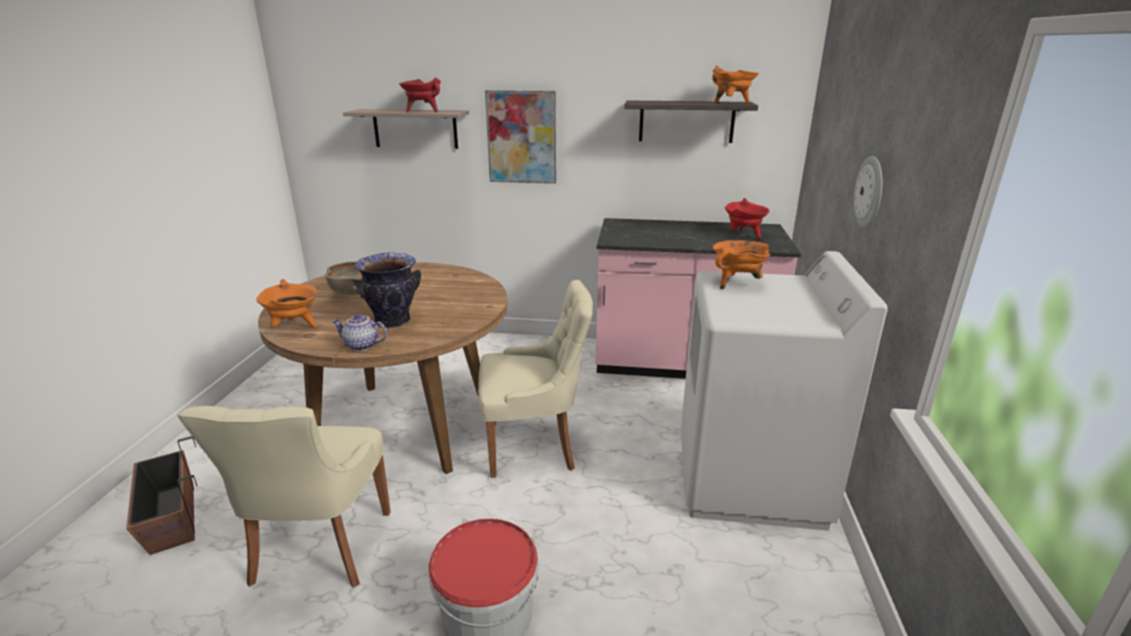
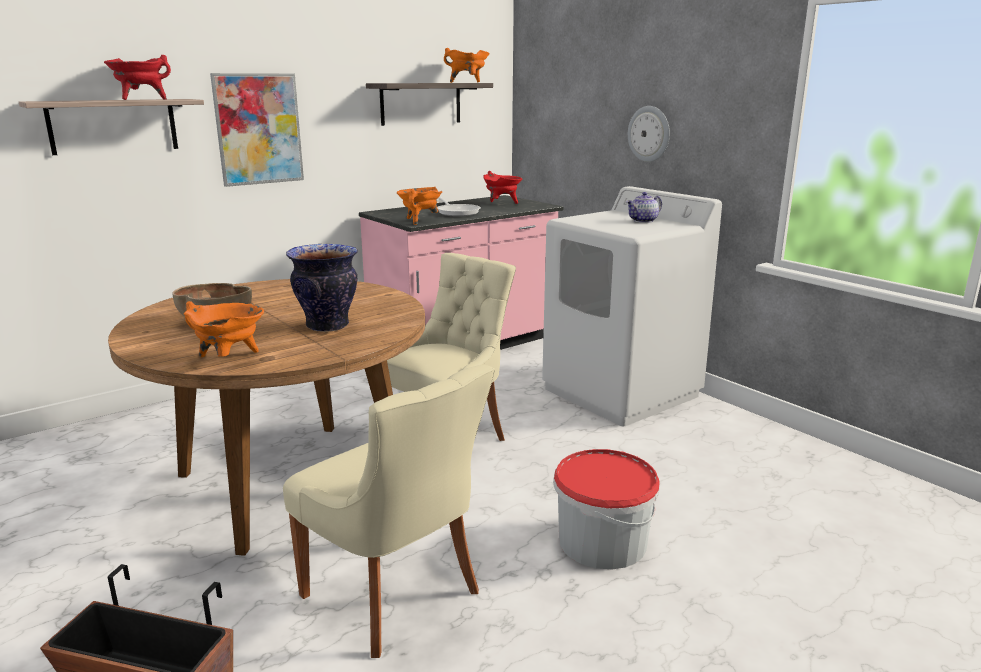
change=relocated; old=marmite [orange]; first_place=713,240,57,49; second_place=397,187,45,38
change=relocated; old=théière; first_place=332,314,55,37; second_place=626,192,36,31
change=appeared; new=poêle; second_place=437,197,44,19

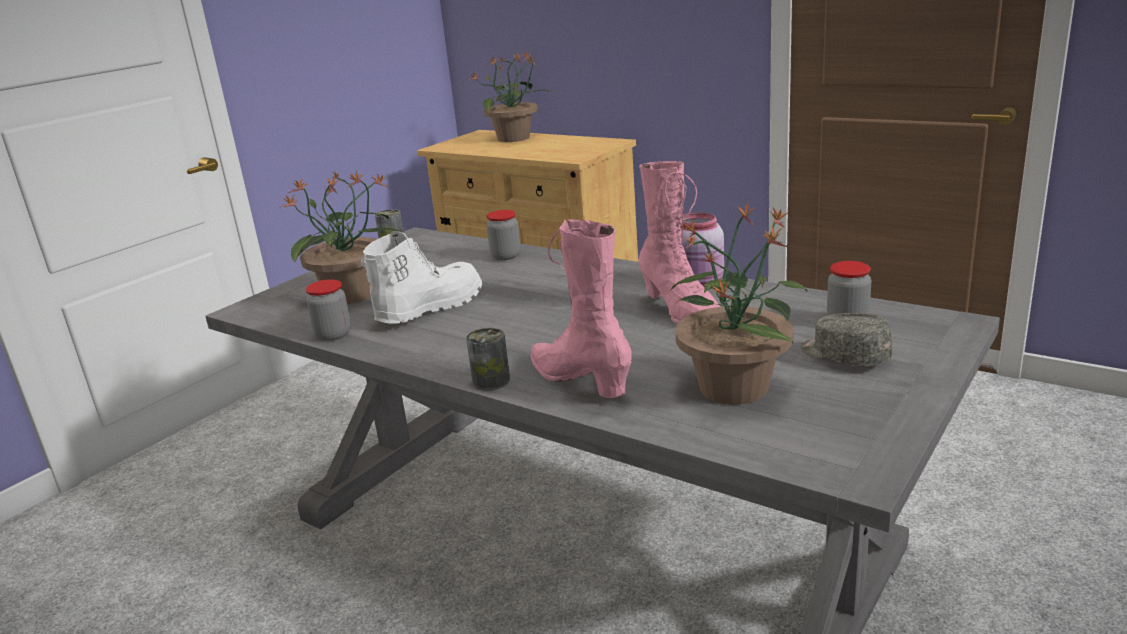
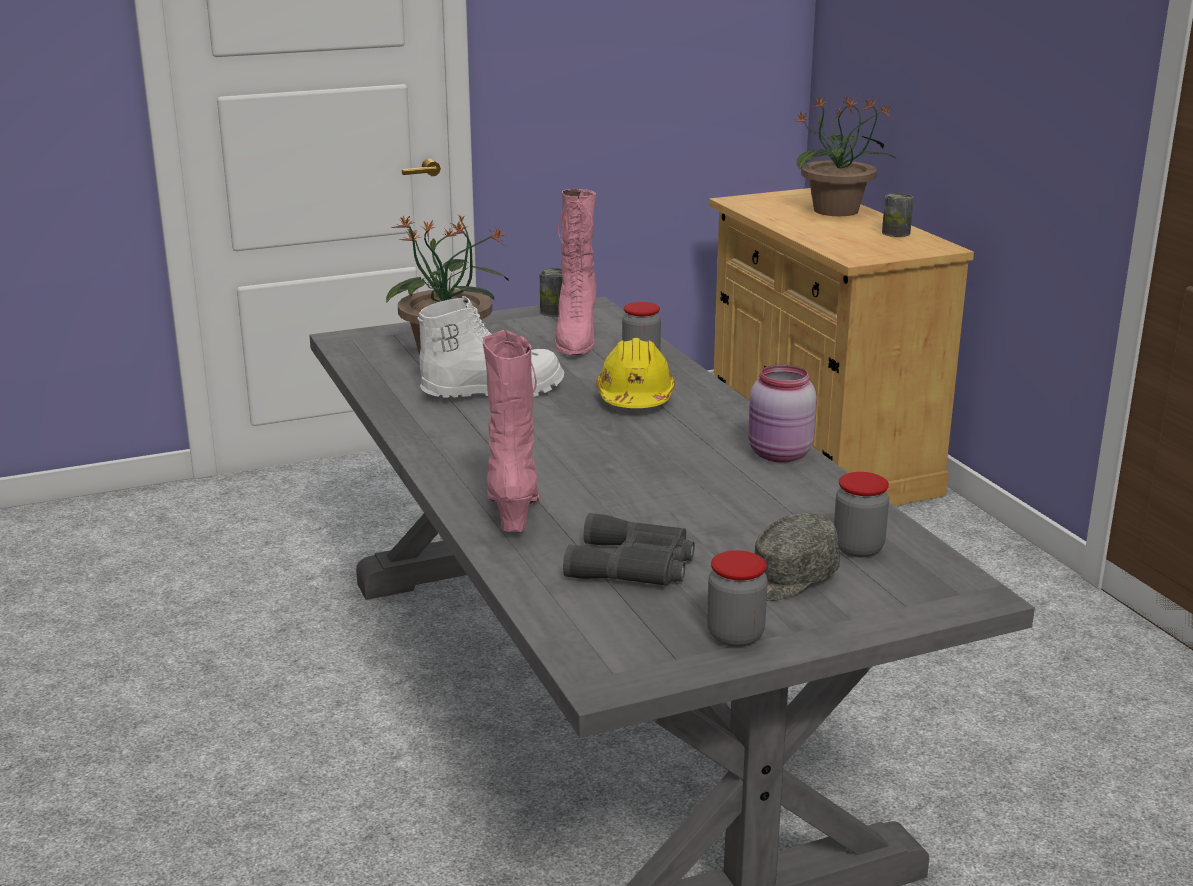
change=relocated; old=botte [rose]; first_place=638,161,82,163; second_place=555,189,41,166
change=exchanged; old=plante en pot; new=jumelles [gris]; first_place=671,201,136,204; second_place=563,513,132,73
change=relocated; old=bocal; first_place=305,279,46,62; second_place=707,550,61,97
change=spun; old=casquette [gris]; first_place=801,313,91,53; second_place=755,513,85,88; degrees=-120
change=relocated; old=boîte métallique; first_place=466,328,44,62; second_place=882,193,32,44
change=appeared; new=casque de chantier [jaune]; second_place=596,338,79,70

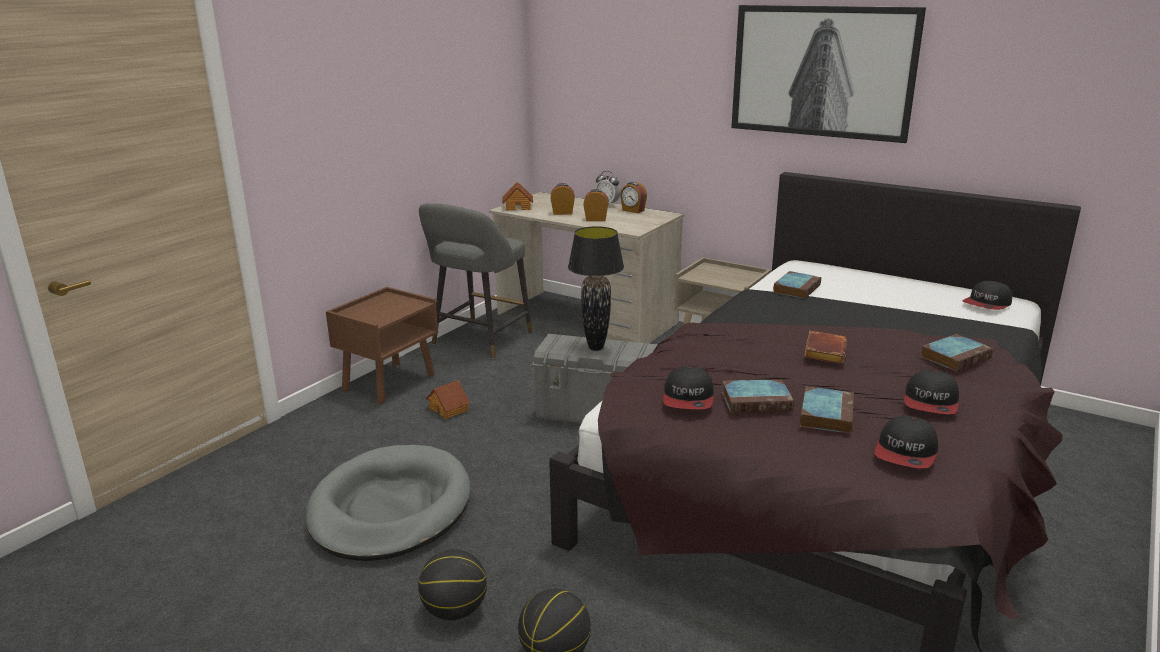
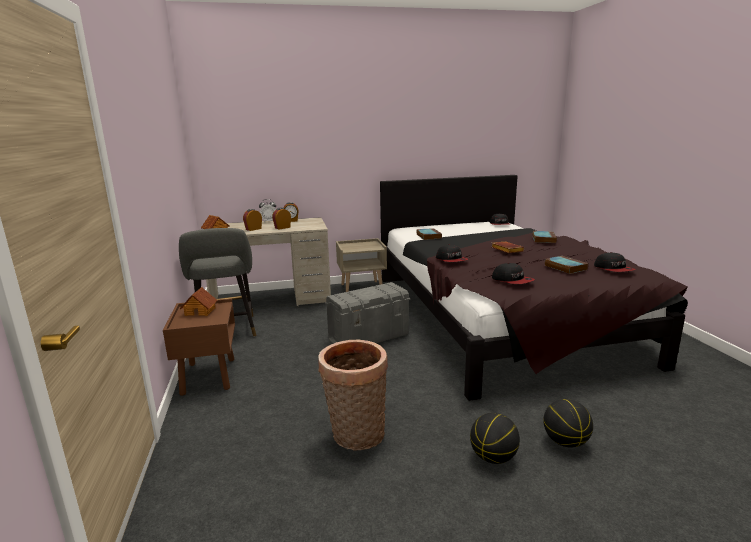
change=missing; old=tableau; first_place=731,5,195,138
change=missing; old=lampe de table [noir]; first_place=568,226,56,125
change=relocated; old=casquette; first_place=904,370,55,44; second_place=436,244,32,18
change=missing; old=livre; first_place=722,379,72,35
change=relocated; old=maison miniature; first_place=426,380,44,39; second_place=180,287,38,29
change=exchanged; old=panier pour chien [gris]; new=panier; first_place=306,445,165,116; second_place=318,340,70,110

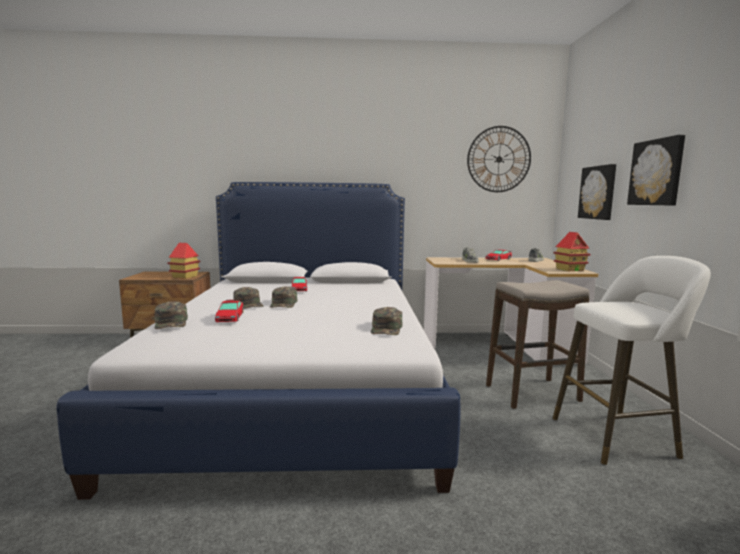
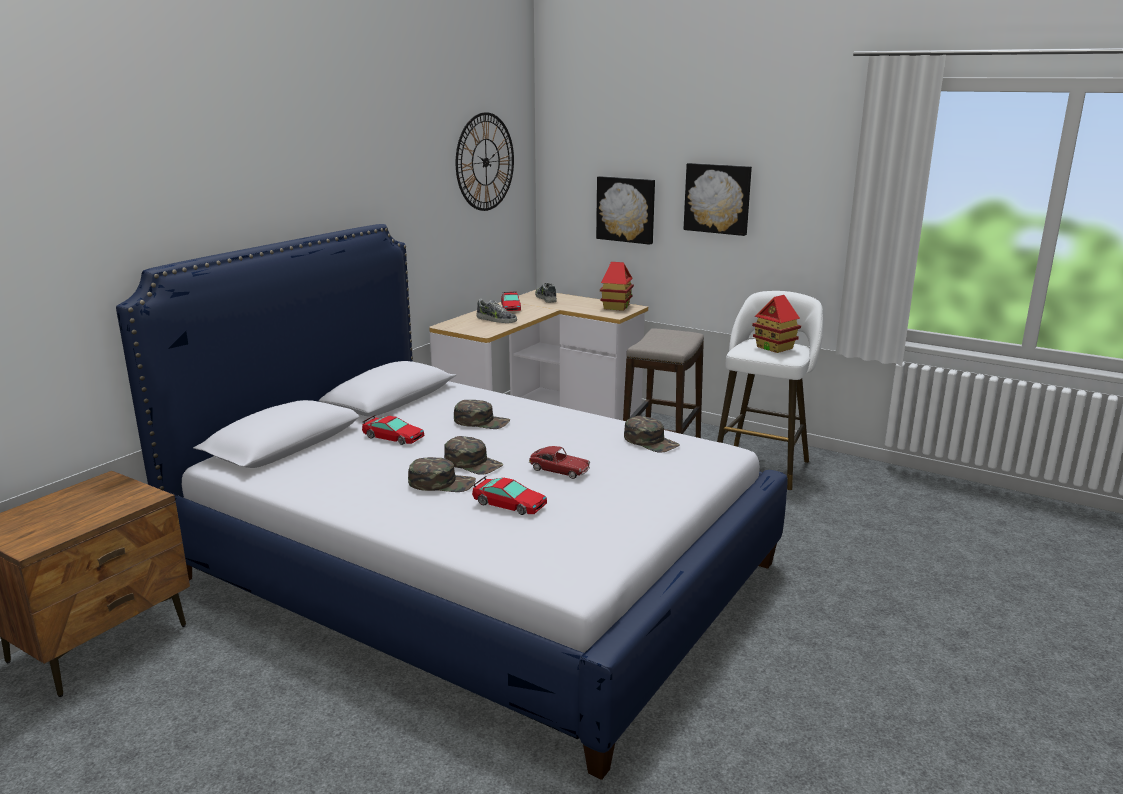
change=relocated; old=maison miniature; first_place=167,243,33,36; second_place=752,295,49,58
change=relocated; old=casquette [vert]; first_place=154,301,34,28; second_place=454,400,56,29
change=appeared; new=petite voiture; second_place=529,446,61,33

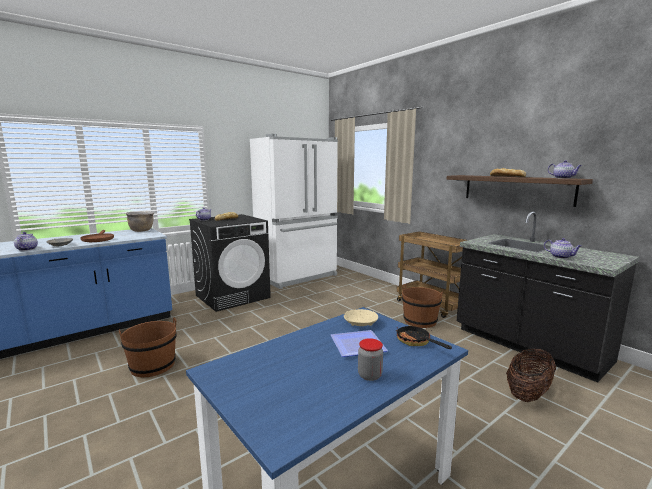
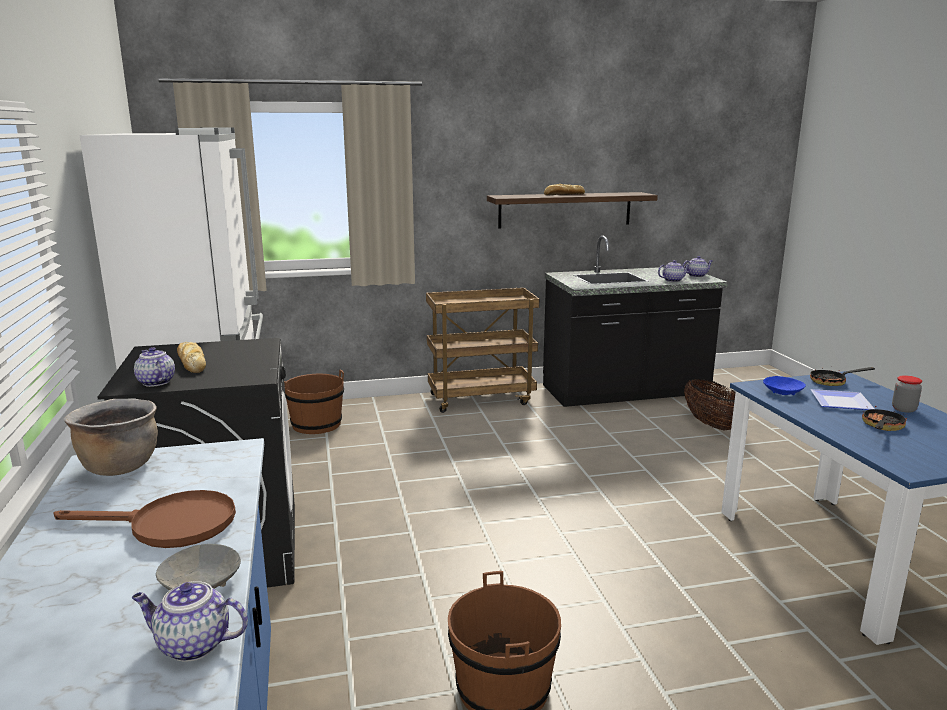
change=relocated; old=théière; first_place=548,160,34,19; second_place=682,256,31,21
change=relocated; old=seau [marron]; first_place=402,284,41,44; second_place=284,369,60,65
change=colour; old=bol [beige]; new=bol [bleu]; first_place=344,309,34,17; second_place=763,376,43,19
change=appeared; new=poêle; second_place=862,406,45,25

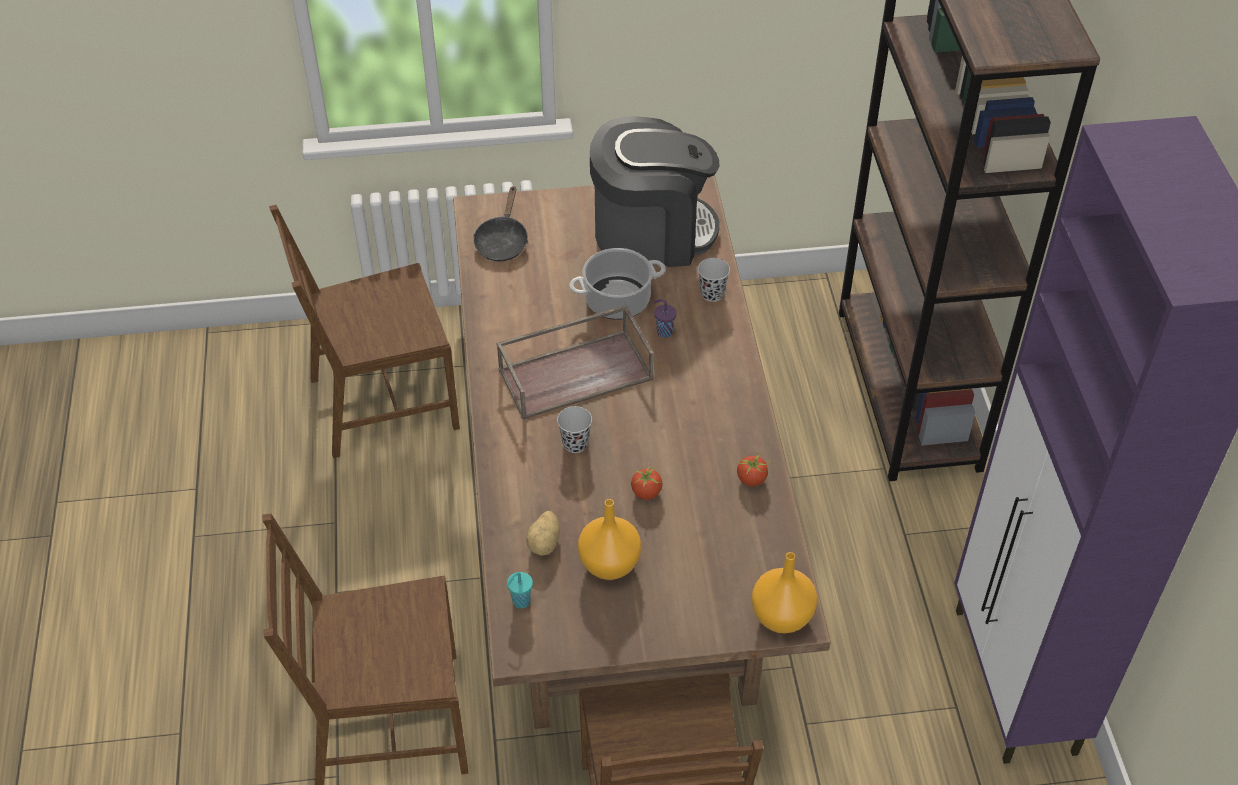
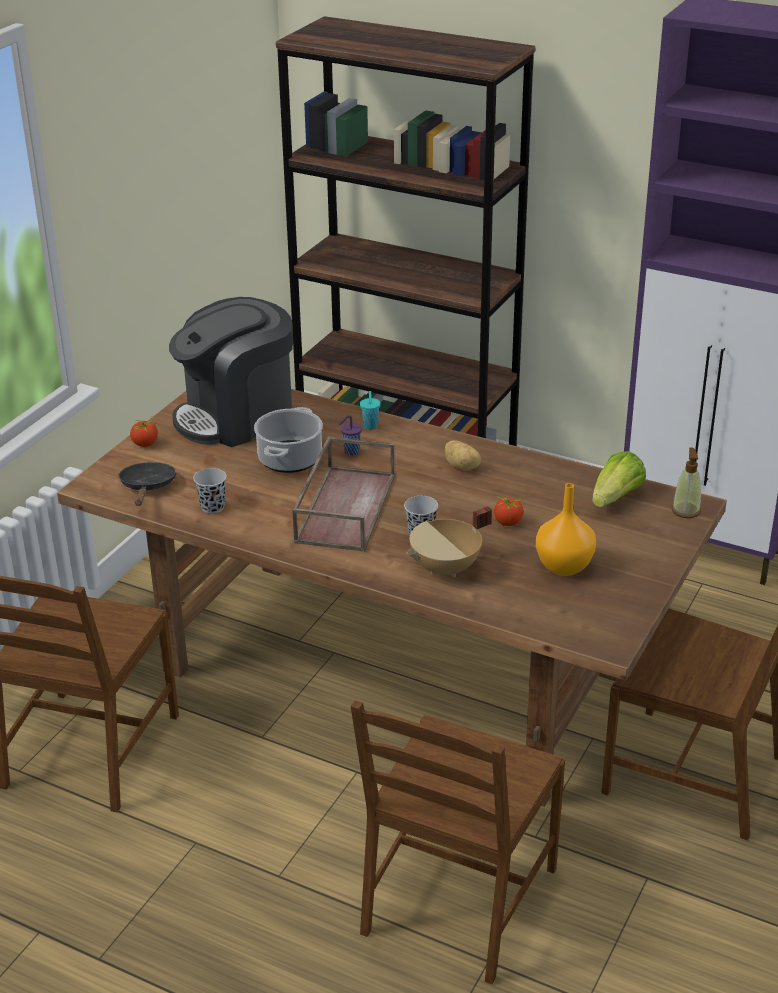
change=spun; old=machine à café; first_place=590,116,129,151; second_place=169,297,124,150; degrees=-150
change=spun; old=poêle [noir]; first_place=473,186,55,75; second_place=118,462,59,44; degrees=-135
change=relocated; old=tasse [noir]; first_place=698,258,32,44; second_place=193,468,34,46
change=relocated; old=tomate; first_place=737,452,33,35; second_place=130,417,28,30
change=relocated; old=pomme de terre; first_place=526,511,34,45; second_place=445,440,36,30
change=exchanged; old=vase [orange]; new=distributeur de savon; first_place=752,552,65,81; second_place=672,447,29,71
change=relocated; old=tasse [turquoise]; first_place=506,572,27,37; second_place=360,391,21,39
change=appeared; new=laitue; second_place=592,451,54,56
change=appeared; new=marmite [beige]; second_place=406,506,86,71

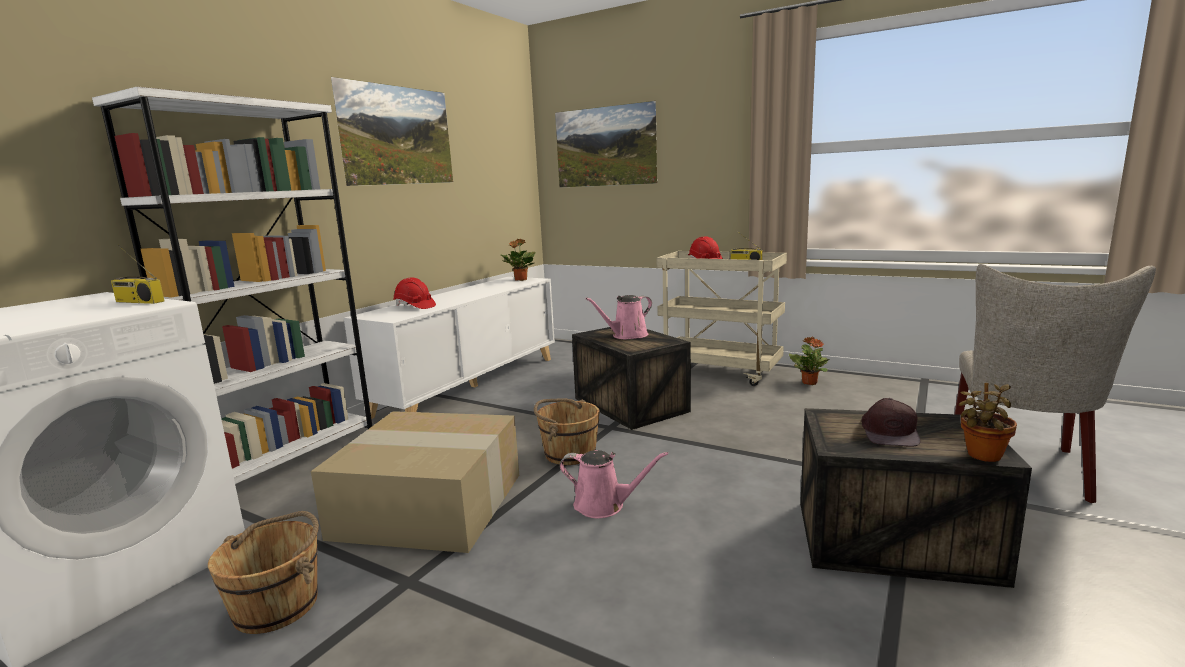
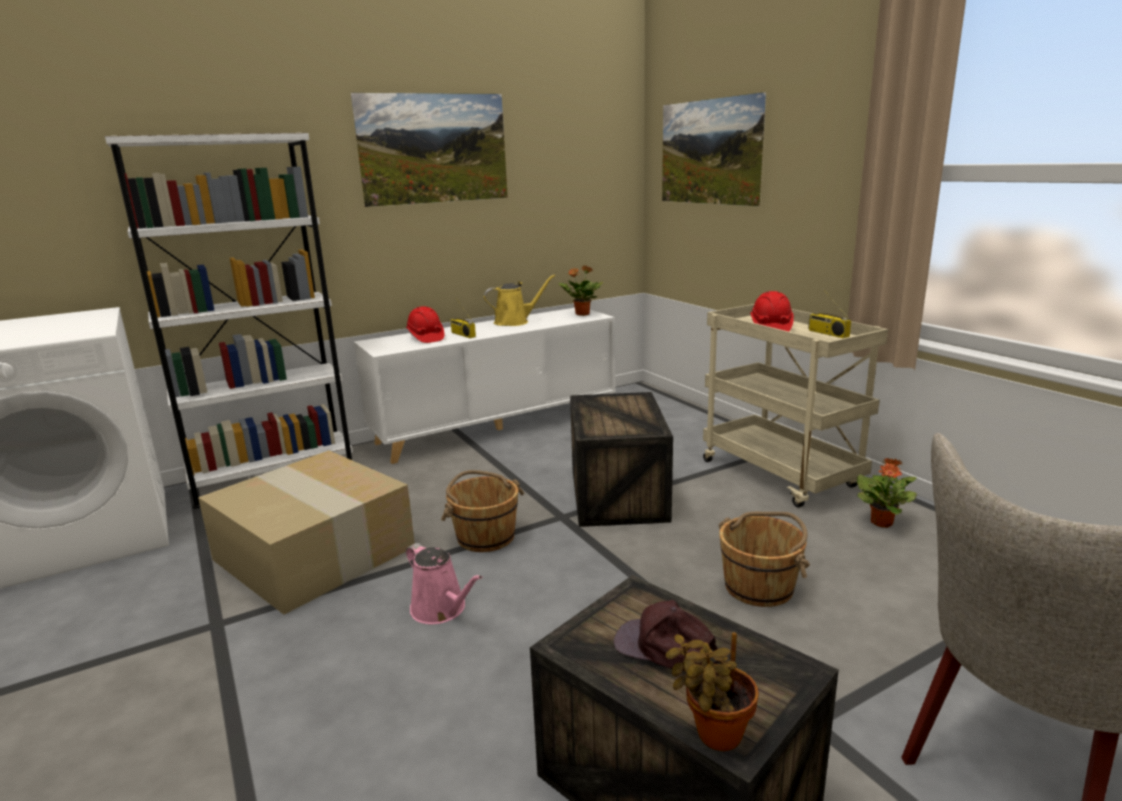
change=relocated; old=radio; first_place=111,245,54,59; second_place=450,298,26,40
change=missing; old=arrosoir [rose]; first_place=585,295,67,44
change=spun; old=casquette [marron]; first_place=861,398,60,49; second_place=614,600,105,71; degrees=75
change=relocated; old=seau [marron]; first_place=208,511,111,123; second_place=719,512,91,95
change=appeared; new=arrosoir [jaune]; second_place=484,274,71,52

